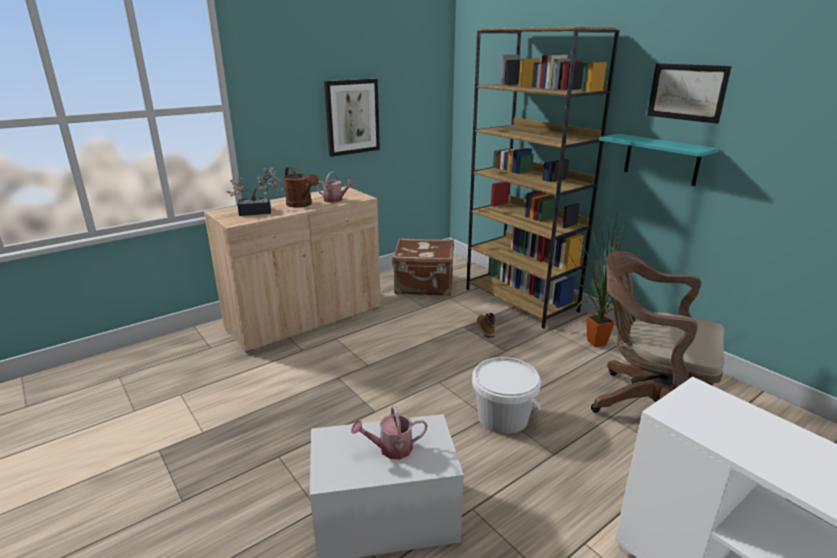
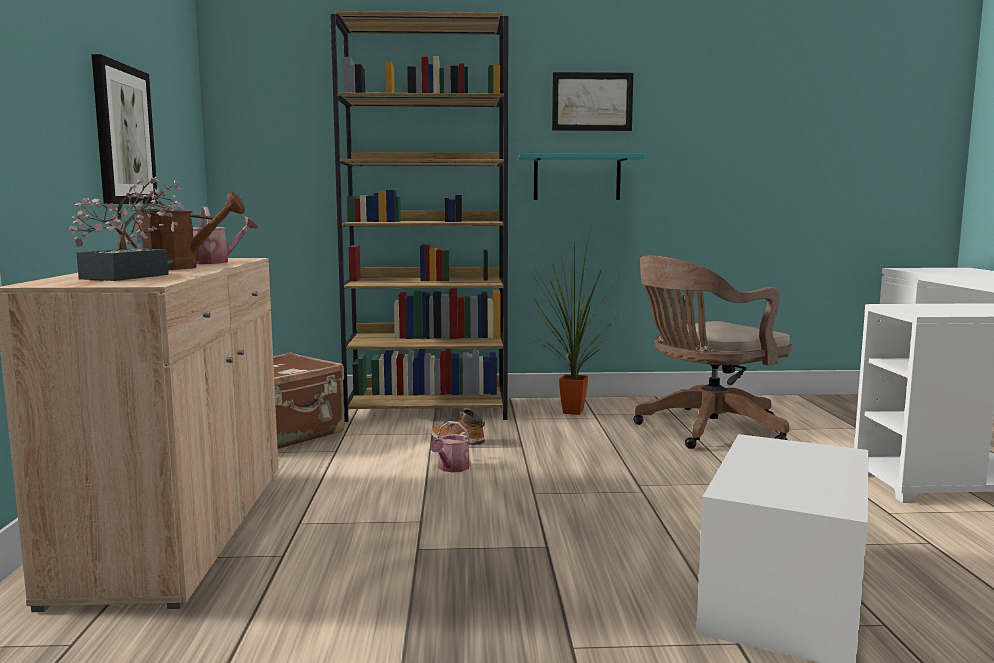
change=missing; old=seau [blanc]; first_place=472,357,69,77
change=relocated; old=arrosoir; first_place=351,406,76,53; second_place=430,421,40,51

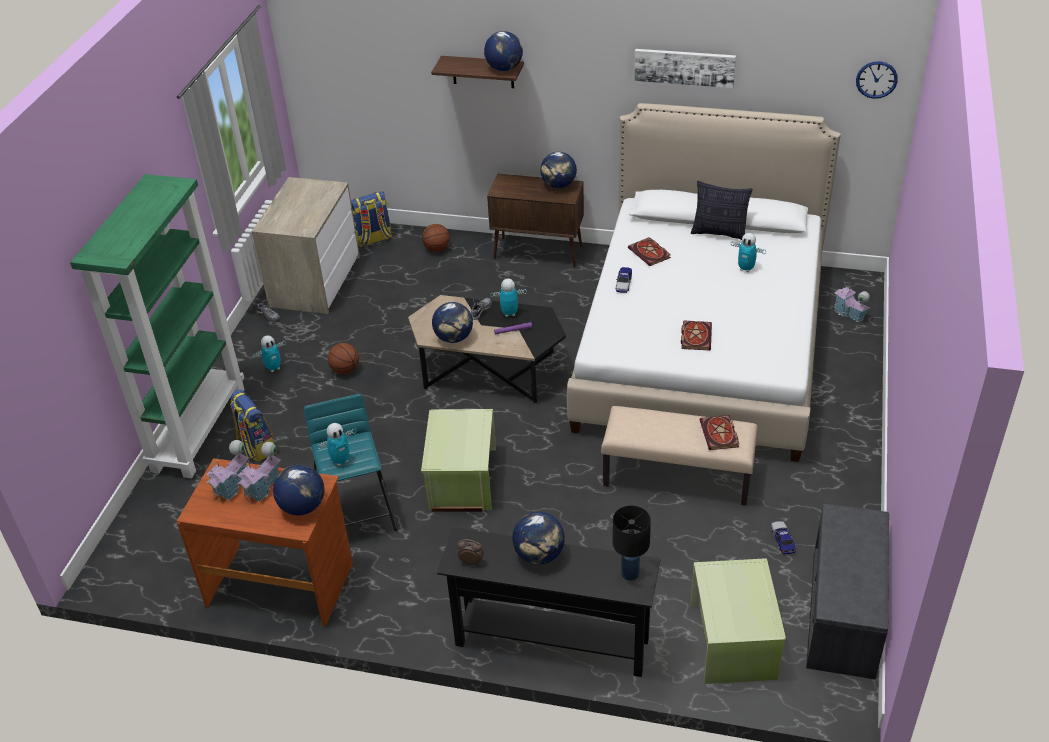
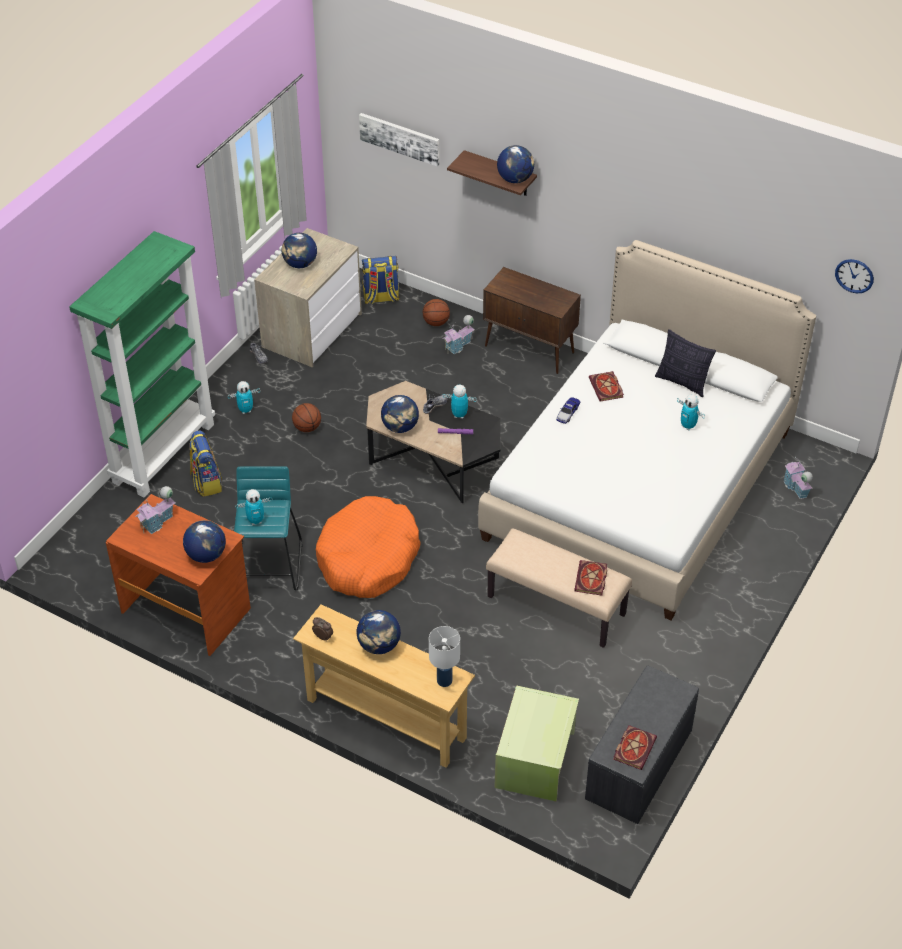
change=relocated; old=tableau; first_place=634,49,102,39; second_place=359,113,80,54
change=relocated; old=globe; first_place=540,152,37,36; second_place=282,233,35,35
change=relocated; old=livre; first_place=681,320,31,30; second_place=613,725,44,45
change=exchanged; old=boîte de rangement [vert]; new=panier pour chien [orange]; first_place=421,409,75,103; second_place=316,496,105,102
change=relocated; old=maison miniature; first_place=237,442,44,61; second_place=443,315,31,40
change=colour; old=lampe de table [noir]; new=lampe de table [blanc]; first_place=613,505,38,76; second_place=429,626,31,61
change=missing; old=petite voiture; first_place=771,521,25,34
change=colour; old=table console [noir]; new=table console [beige]; first_place=437,528,224,149; second_place=293,604,182,164

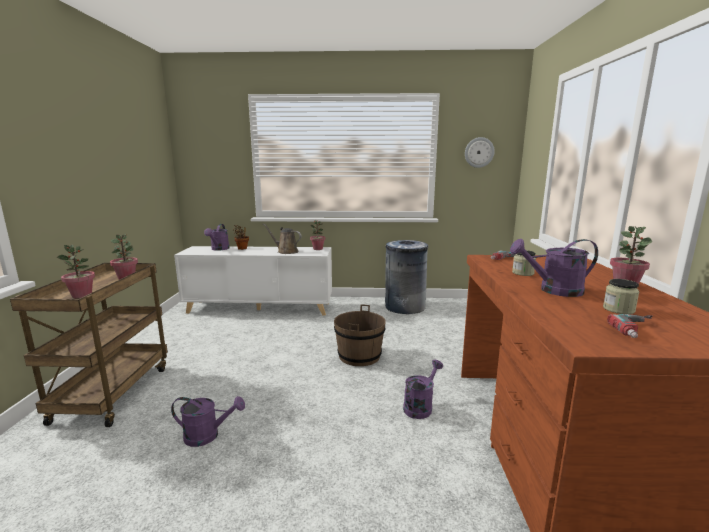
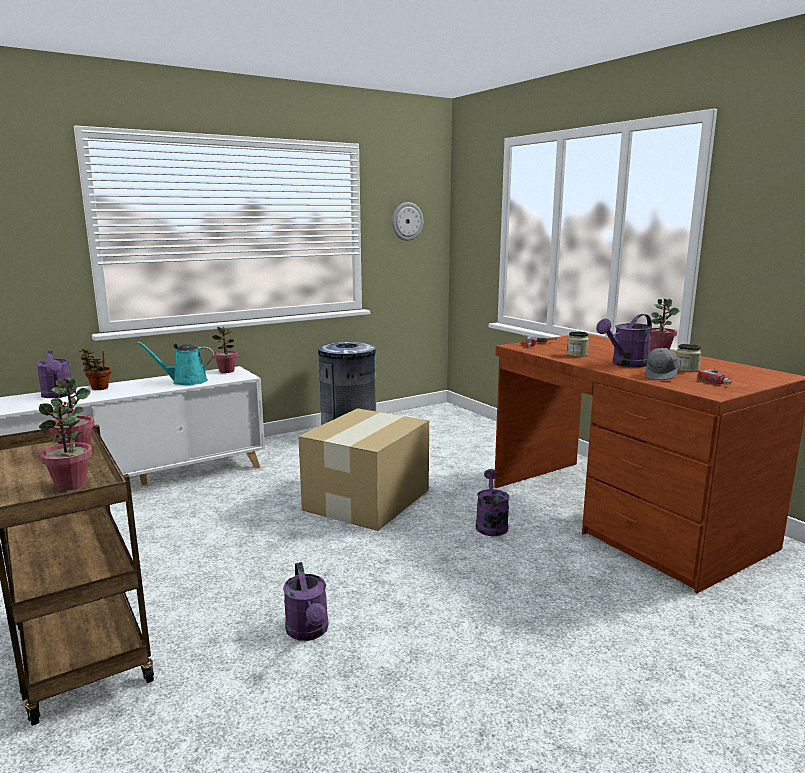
change=colour; old=arrosoir [marron]; new=arrosoir [turquoise]; first_place=263,224,39,30; second_place=137,341,77,44
change=exchanged; old=seau [marron]; new=carton; first_place=334,304,52,62; second_place=298,408,131,123
change=spun; old=arrosoir [violet]; first_place=171,396,74,51; second_place=283,562,46,79; degrees=105
change=appeared; new=casquette [gris]; second_place=645,348,34,32

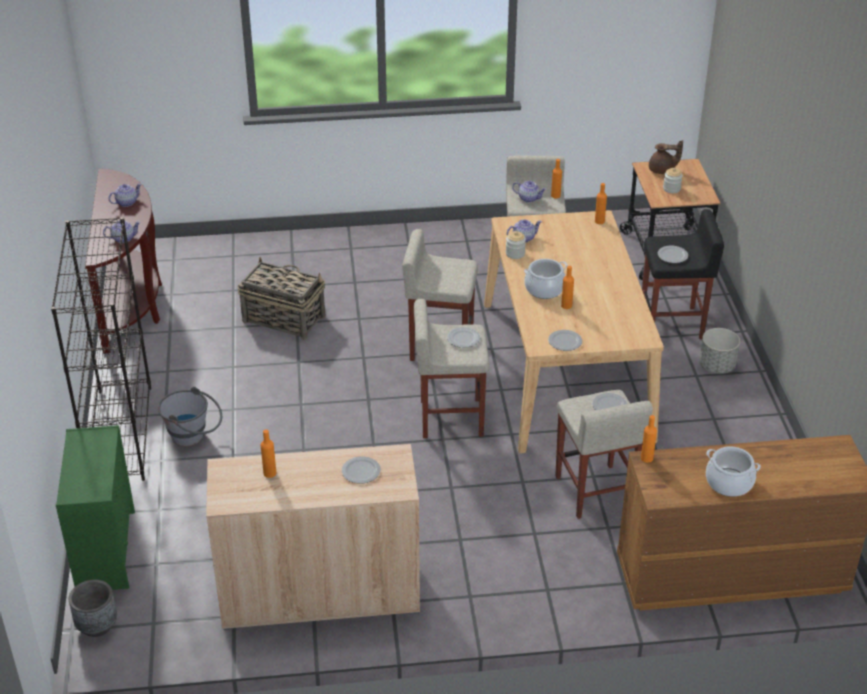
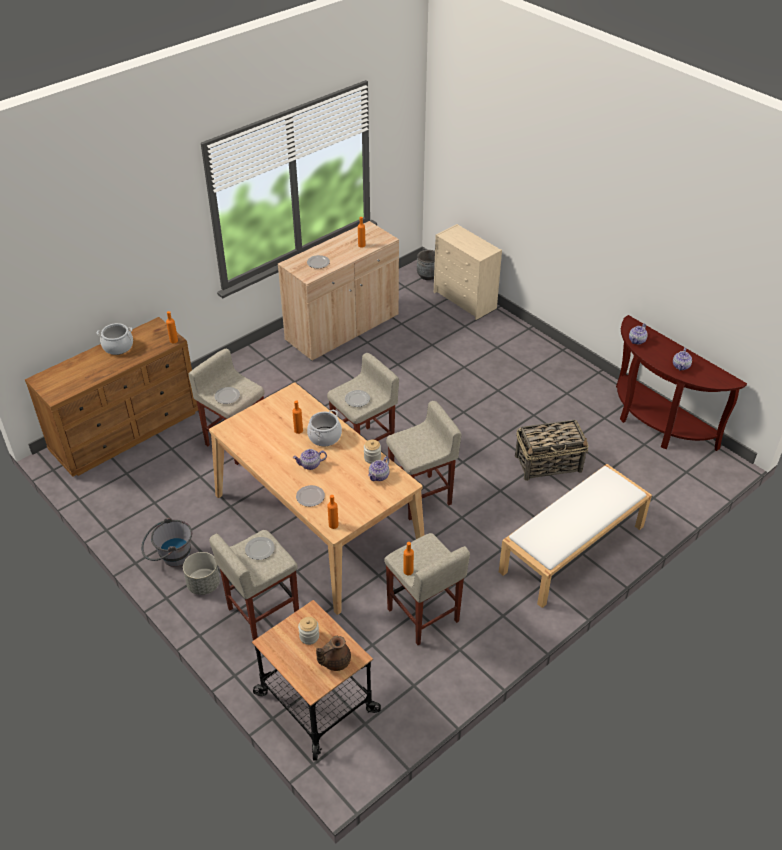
change=relocated; old=théière; first_place=512,181,34,22; second_place=293,449,34,21
change=colour; old=tabouret [noir]; new=tabouret [beige]; first_place=642,209,82,130; second_place=209,530,90,111
change=missing; old=bibliothèque [noir]; first_place=51,217,100,264
change=relocated; old=assiette; first_place=548,330,34,21; second_place=296,485,29,22
change=relocated; old=seau [gris]; first_place=158,387,64,60; second_place=141,518,51,49
change=colour; old=commode [vert]; new=commode [beige]; first_place=56,425,79,165; second_place=434,224,68,96
change=appeared; new=banc [blanc]; second_place=499,464,153,144

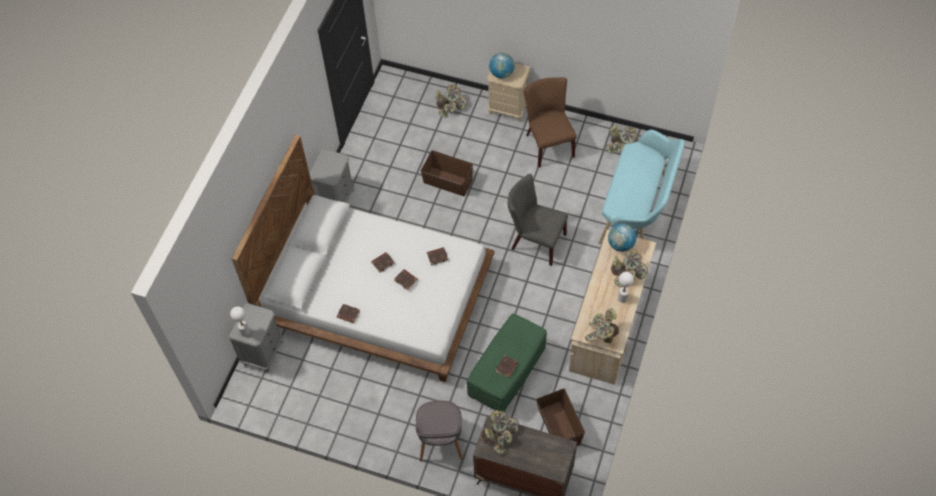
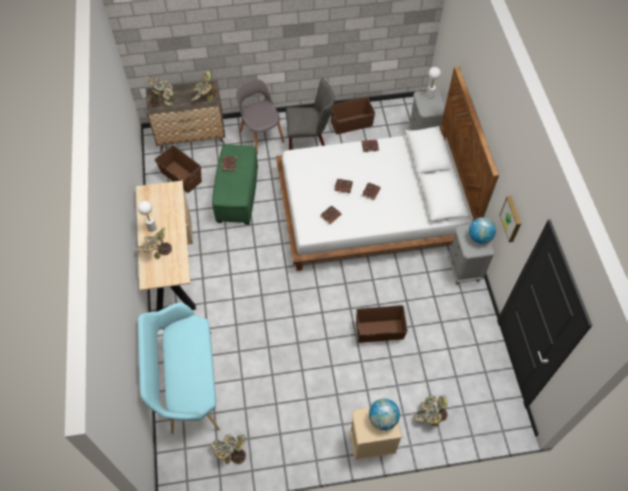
change=missing; old=chaise [marron]; first_place=524,77,53,91
change=relocated; old=chaise [gris]; first_place=508,173,60,93; second_place=286,78,49,72
change=relocated; old=globe; first_place=608,224,28,28; second_place=469,217,27,27
change=relocated; old=plante en pot; first_place=585,308,34,35; second_place=148,78,25,29
change=appeared; new=boîte de rangement [marron]; second_place=331,96,44,38
change=appeared; new=tableau; second_place=499,196,22,46

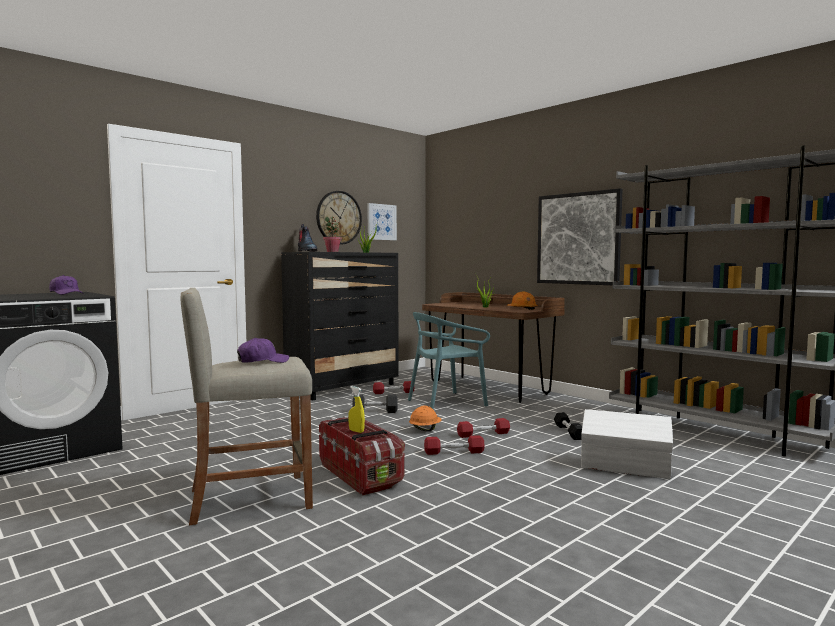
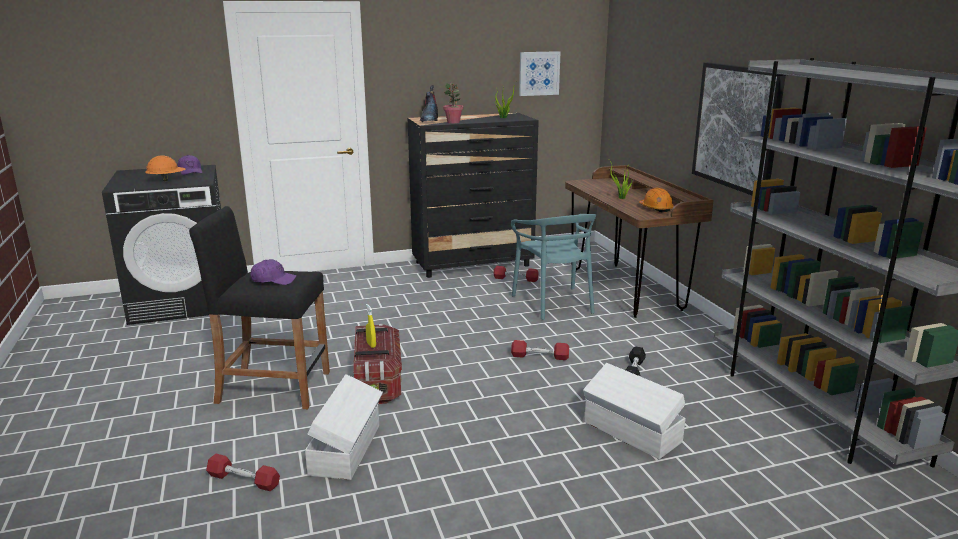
change=missing; old=horloge murale; first_place=316,191,46,53
change=colour; old=tabouret [beige]; new=tabouret [noir]; first_place=181,288,132,237; second_place=189,206,141,203
change=spun; old=chaise [turquoise]; first_place=408,312,82,98; second_place=511,214,85,106; degrees=-105
change=missing; old=haltère [gris]; first_place=352,394,45,19
change=relocated; old=casque de chantier [orange]; first_place=409,406,33,25; second_place=145,155,41,26
change=relocated; old=haltère [rouge]; first_place=424,435,61,20; second_place=206,454,74,37
change=appeared; new=boîte de rangement [blanc]; second_place=305,374,78,106

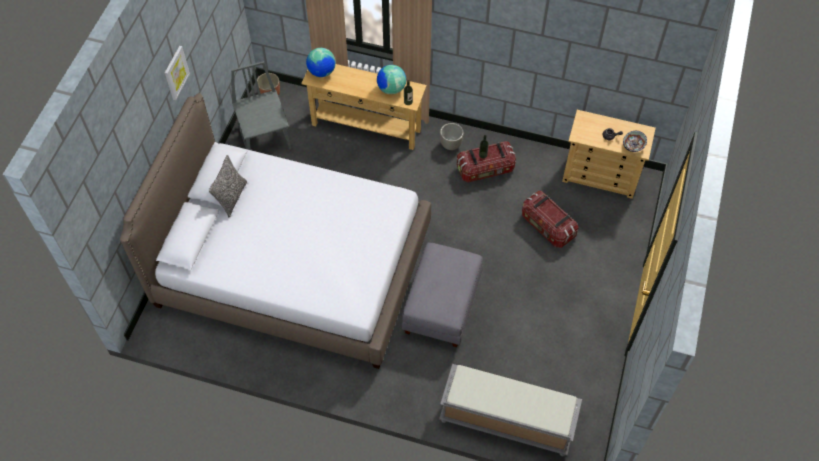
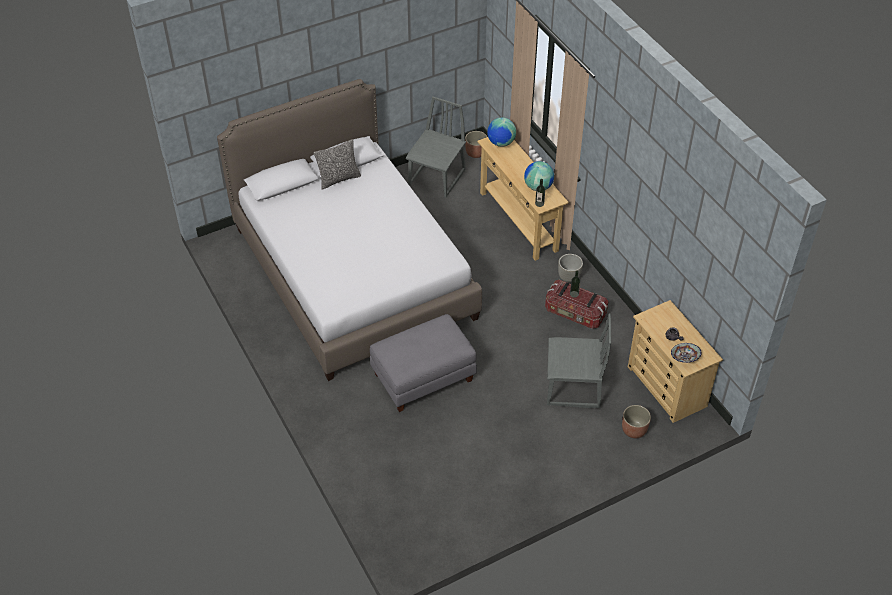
change=missing; old=tableau; first_place=165,46,25,54
change=exchanged; old=boîte de rangement; new=chaise [gris]; first_place=522,191,57,57; second_place=547,313,64,95
change=missing; old=banc [gris]; first_place=439,364,143,92
change=appeared; new=cache-pot; second_place=622,405,29,33

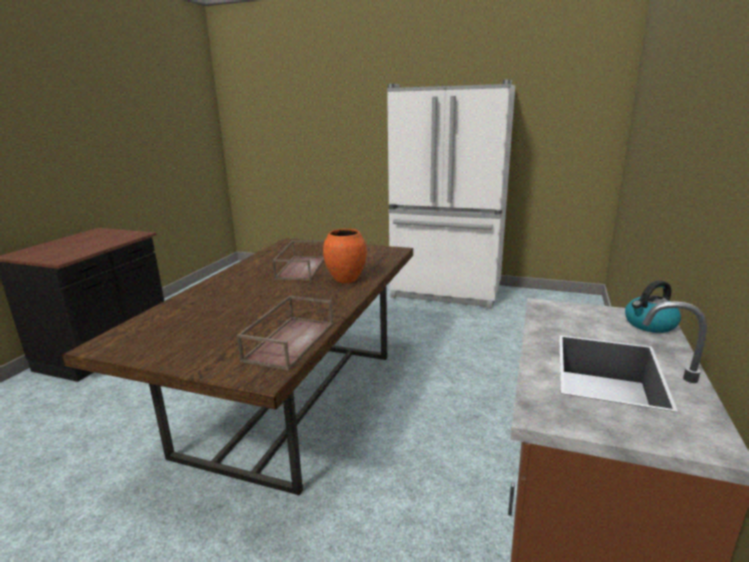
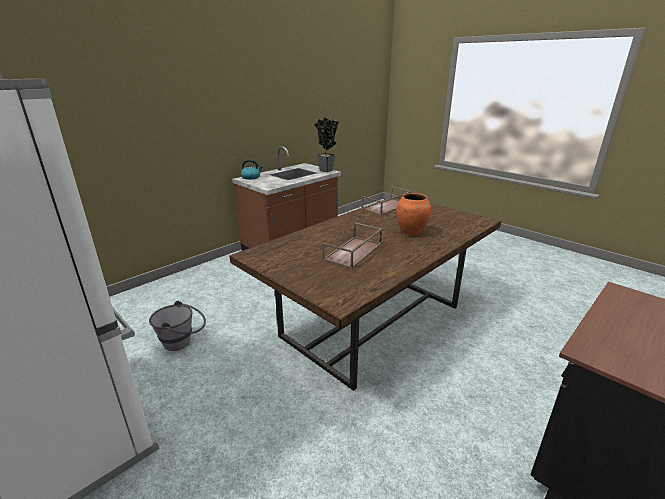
change=relocated; old=vase [orange]; first_place=323,229,44,54; second_place=396,193,35,43
change=appeared; new=plante en pot; second_place=315,118,24,54
change=appeared; new=seau [gris]; second_place=149,301,57,50

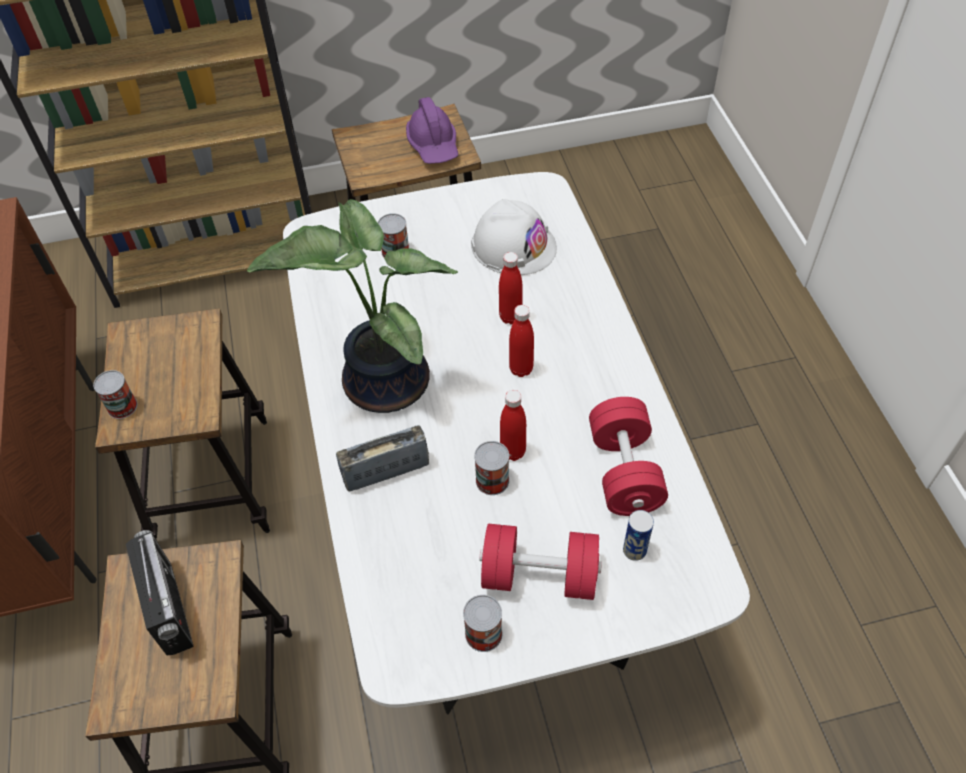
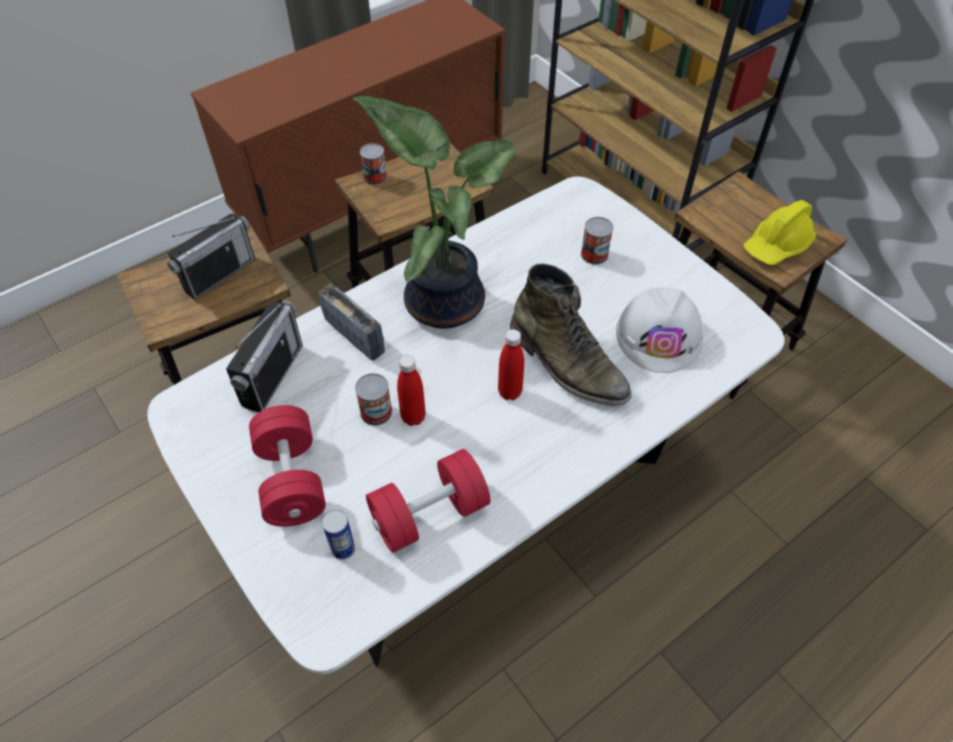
change=colour; old=casque de chantier [violet]; new=casque de chantier [jaune]; first_place=406,97,52,67; second_place=743,200,74,65
change=exchanged; old=bouteille [rouge]; new=botte [vert]; first_place=499,252,24,72; second_place=510,263,122,143
change=missing; old=boîte métallique; first_place=463,595,39,57
change=appeared; new=radio; second_place=226,300,77,112

